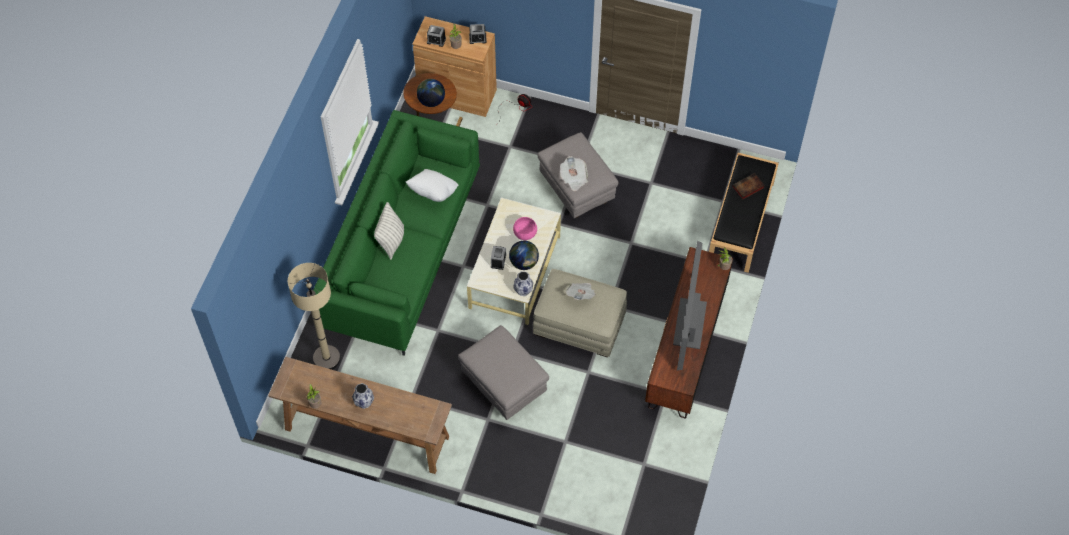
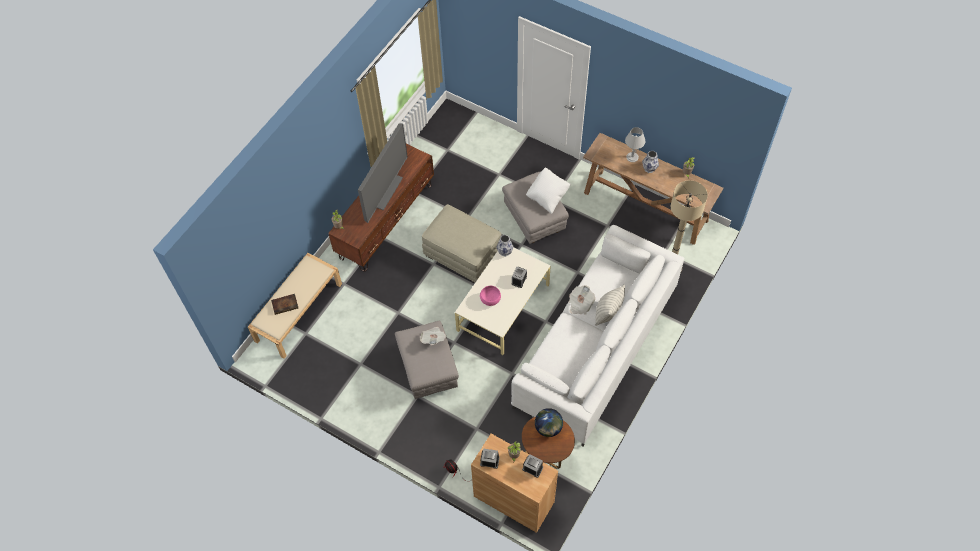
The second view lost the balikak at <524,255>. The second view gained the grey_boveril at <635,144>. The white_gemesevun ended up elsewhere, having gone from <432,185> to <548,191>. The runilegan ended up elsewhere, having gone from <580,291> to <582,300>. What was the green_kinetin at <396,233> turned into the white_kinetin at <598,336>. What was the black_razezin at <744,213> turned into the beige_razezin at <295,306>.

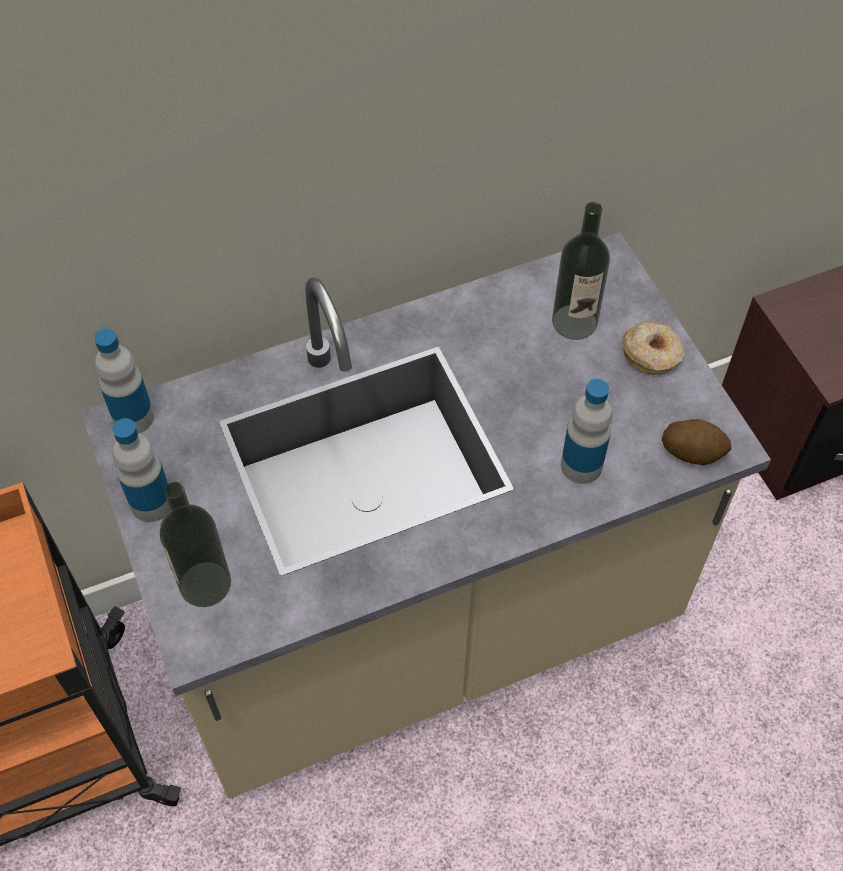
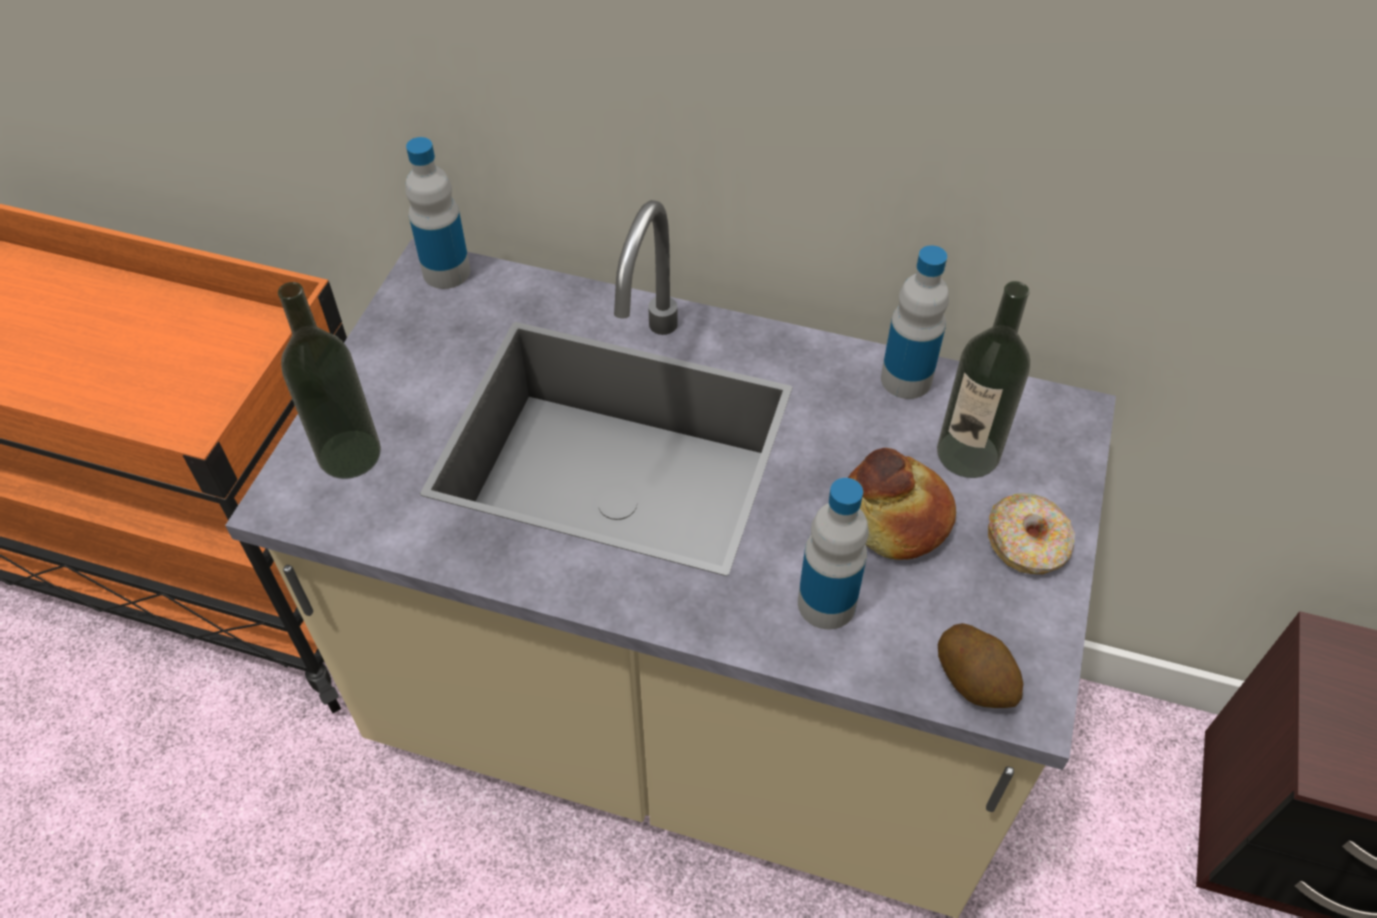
The second view gained the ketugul at <902,504>. The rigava ended up elsewhere, having gone from <141,470> to <915,322>.

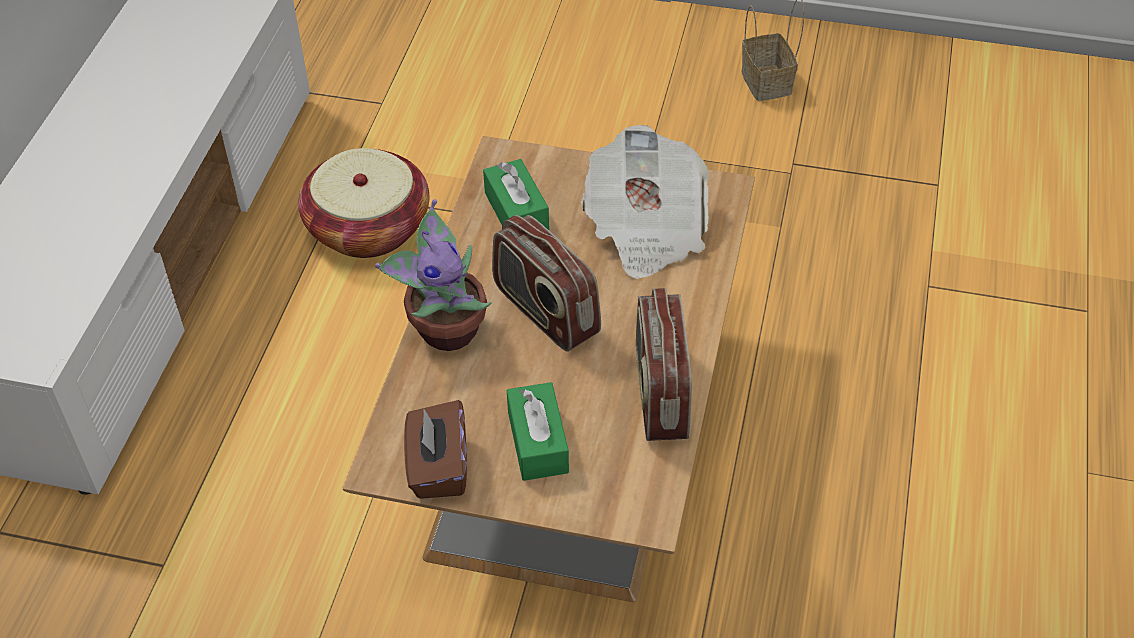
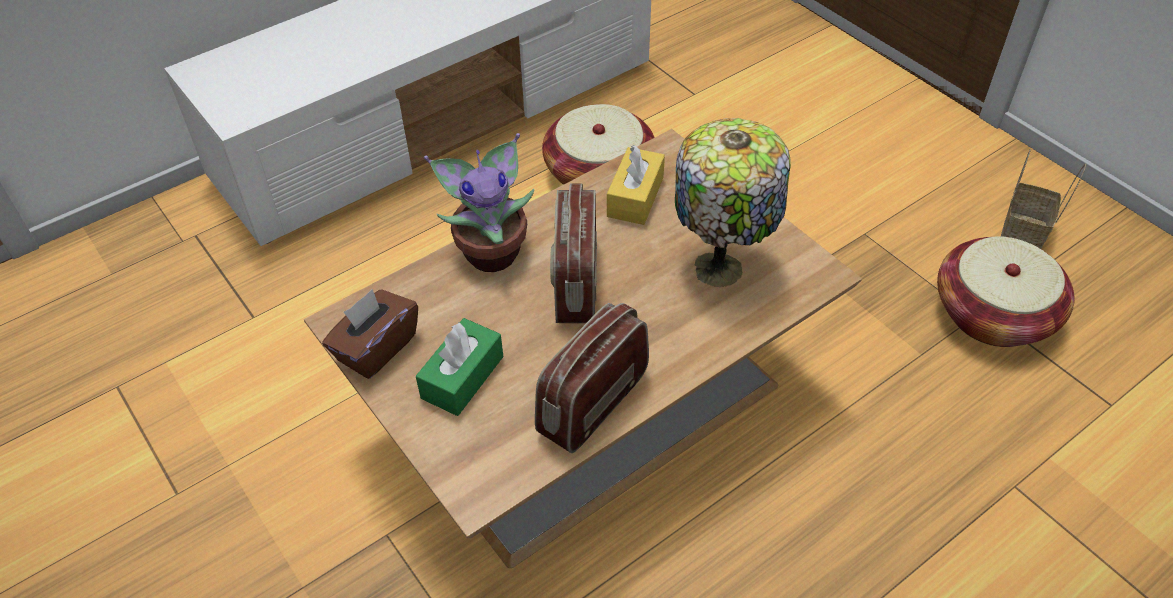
The second view gained the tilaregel at <1006,291>. Where the runilegan stood at <645,202>, the boveril came to stand at <733,202>. What was the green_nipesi at <516,194> turned into the yellow_nipesi at <636,185>.

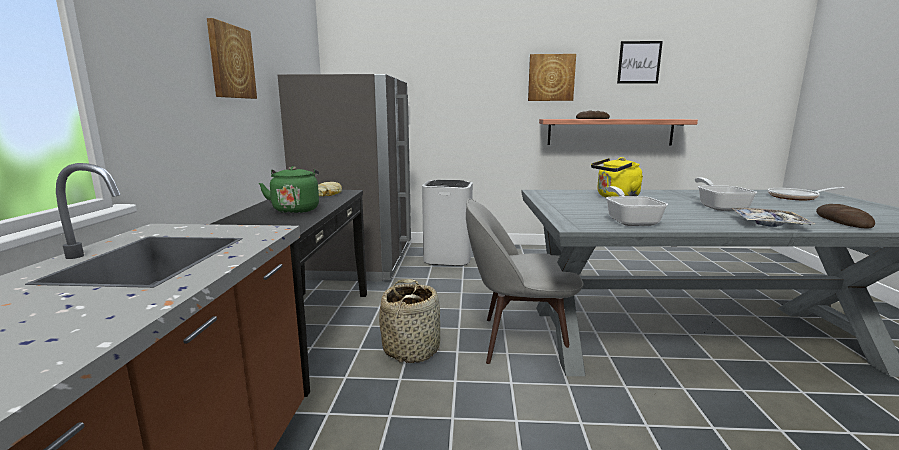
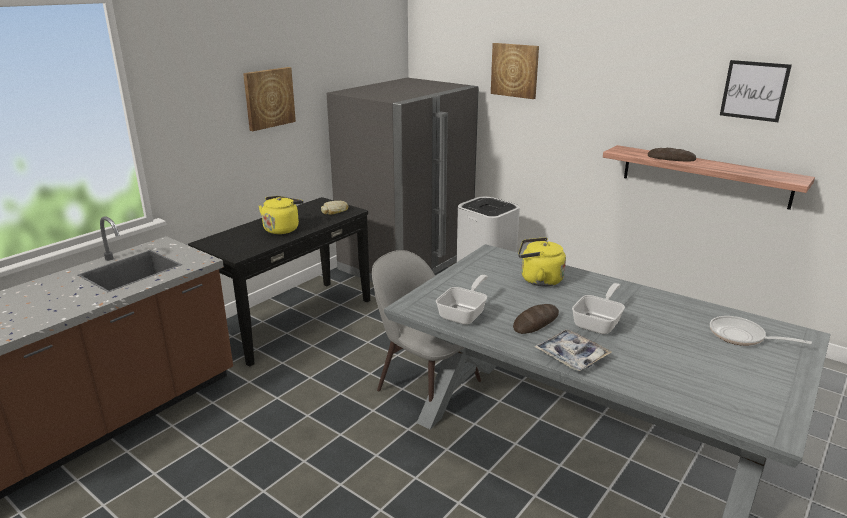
The second view lost the tilaregel at <409,321>. The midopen ended up elsewhere, having gone from <552,77> to <515,71>. The ketugul ended up elsewhere, having gone from <845,216> to <536,319>. What was the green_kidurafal at <289,189> turned into the yellow_kidurafal at <281,215>.

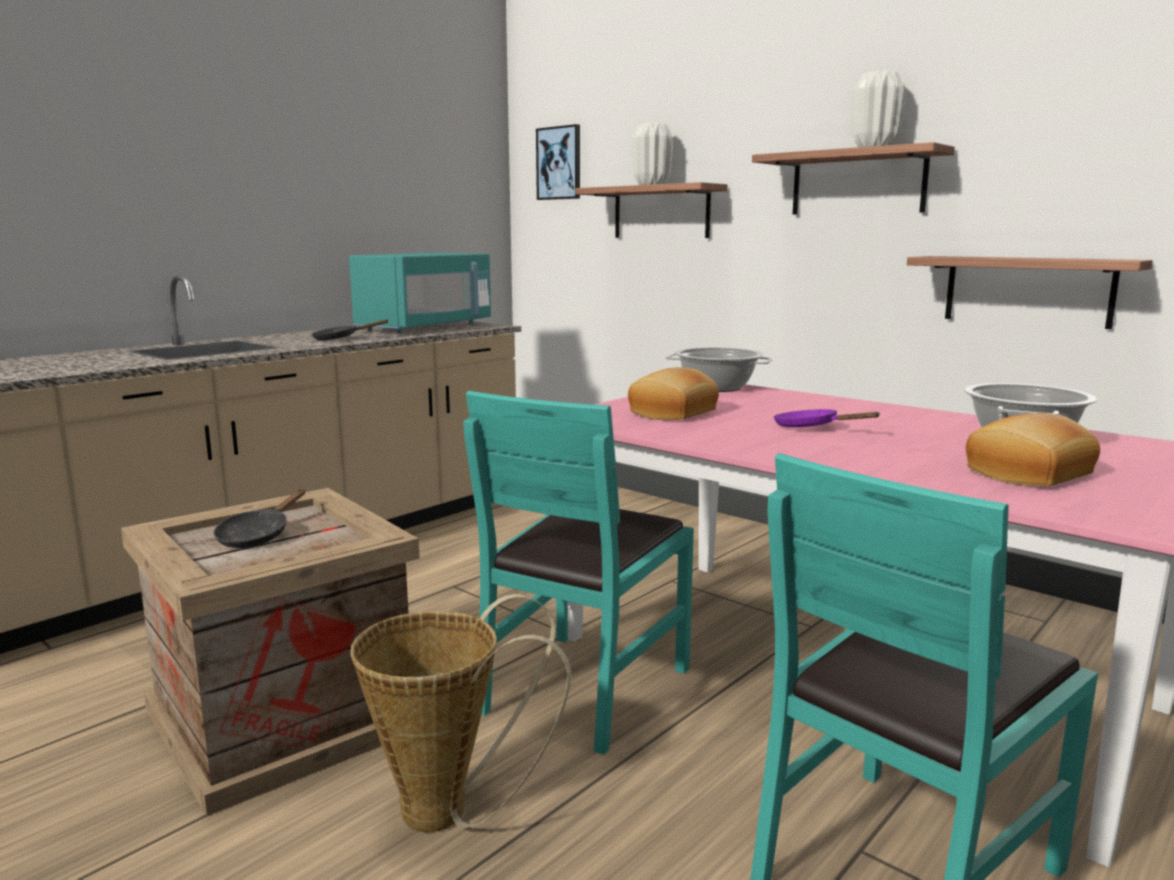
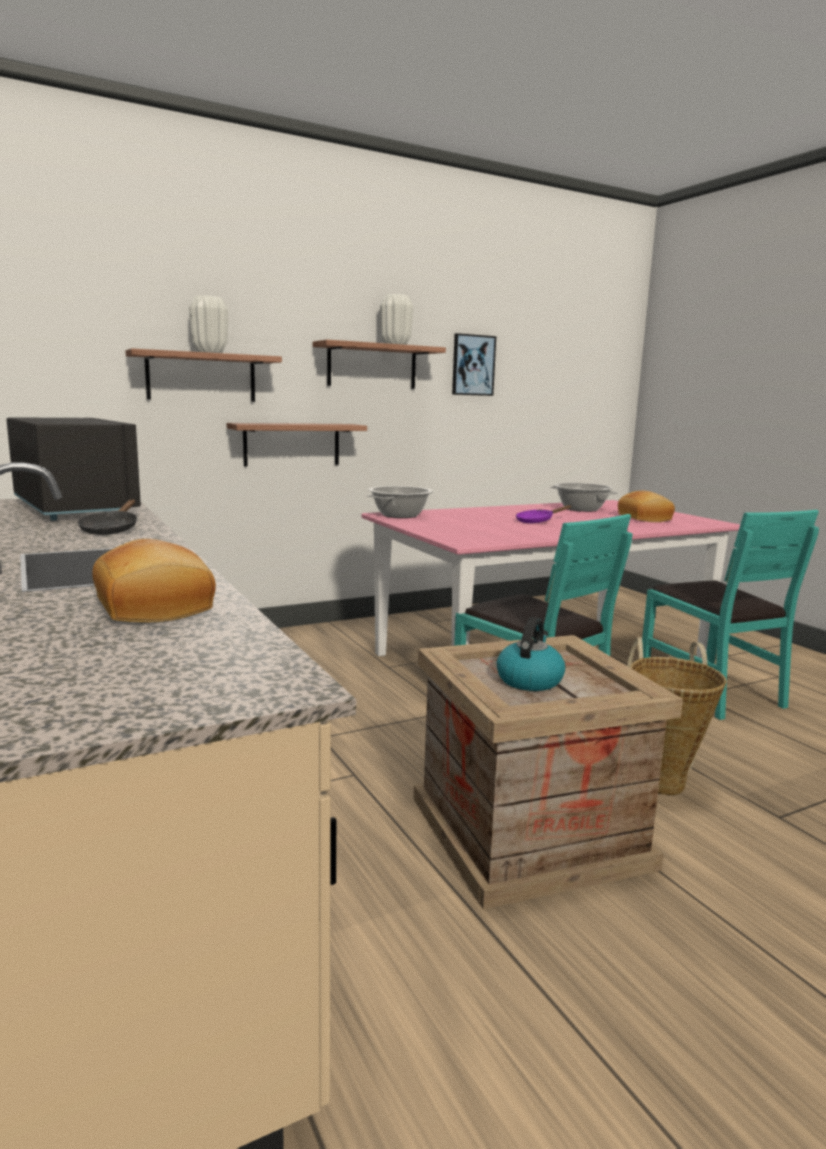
The midopen ended up elsewhere, having gone from <558,162> to <474,364>. The ketugul ended up elsewhere, having gone from <673,393> to <154,580>. The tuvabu ended up elsewhere, having gone from <1030,292> to <297,444>. Where the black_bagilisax stood at <259,518>, the kidurafal came to stand at <530,654>. What was the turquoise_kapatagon at <420,293> turned into the black_kapatagon at <73,469>.

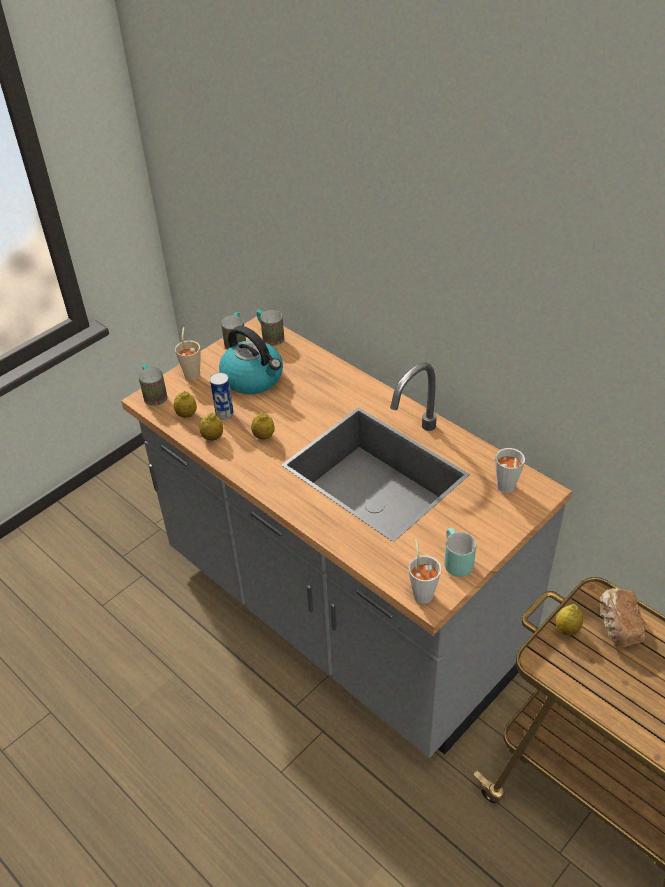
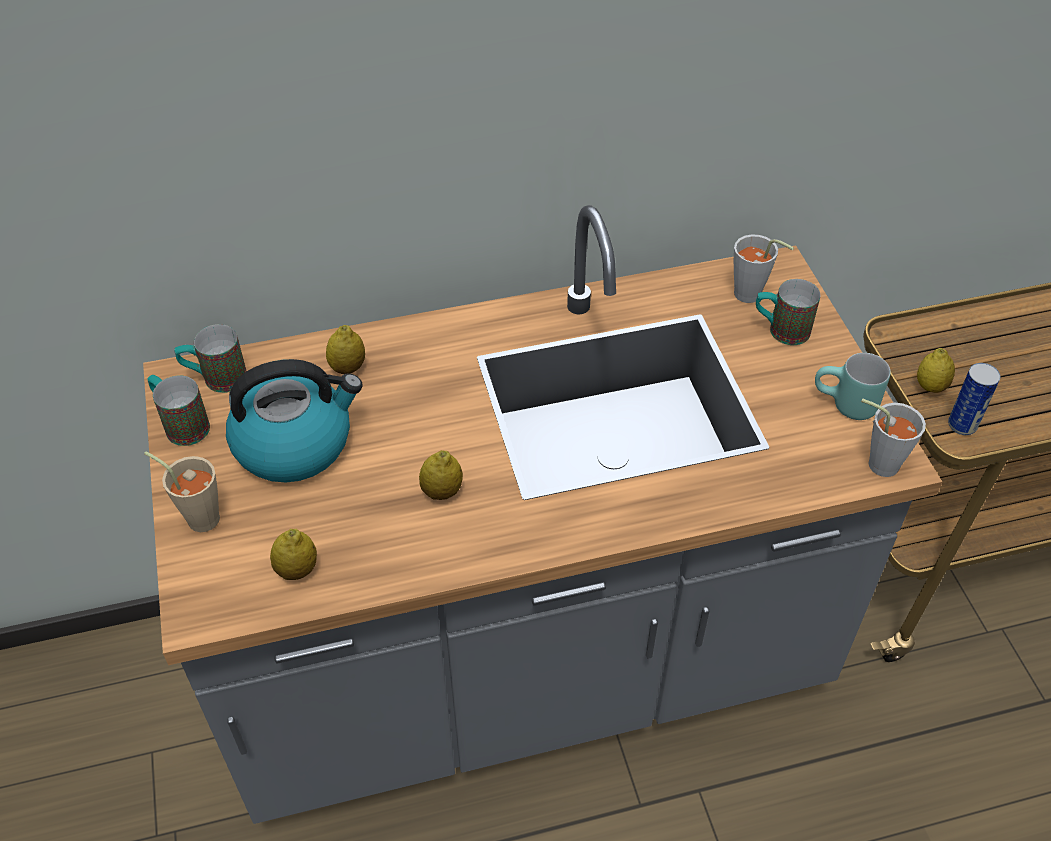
The second view lost the ketugul at <623,617>. The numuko ended up elsewhere, having gone from <153,385> to <788,312>. The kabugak ended up elsewhere, having gone from <211,427> to <345,349>. The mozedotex ended up elsewhere, having gone from <222,396> to <974,399>.

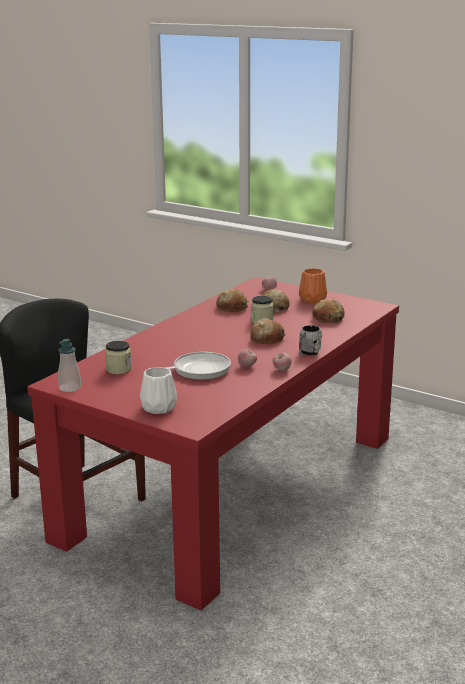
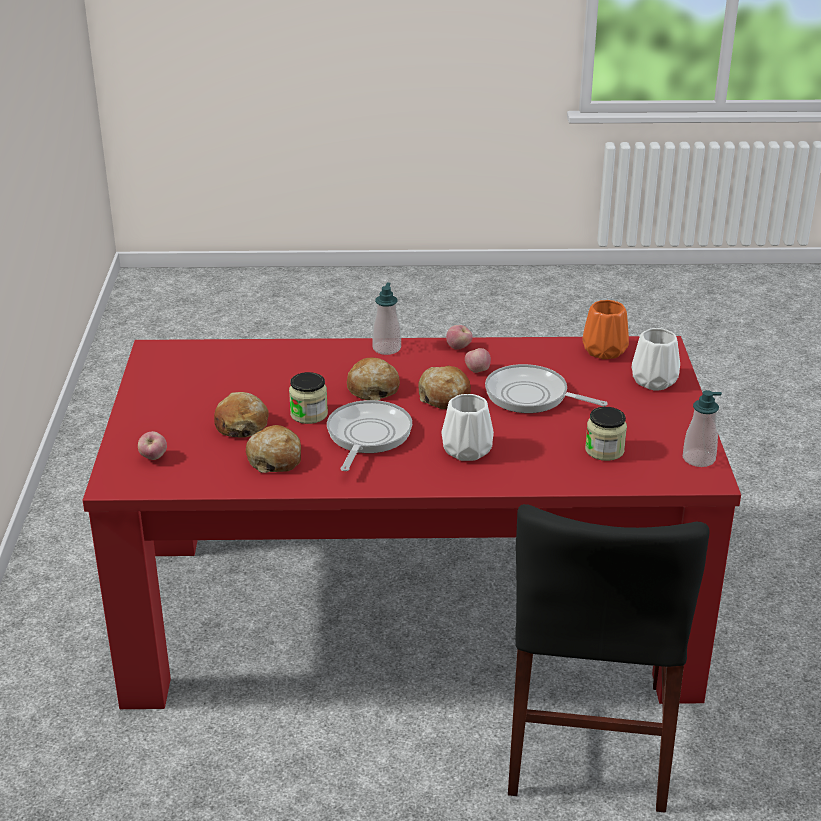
The second view gained the bagilisax at <369,435>. The second view gained the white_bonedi at <467,427>. The orange_bonedi ended up elsewhere, having gone from <313,285> to <605,329>. The ketugul ended up elsewhere, having gone from <329,311> to <444,387>. Where the grey_numuko stood at <310,341>, the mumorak came to stand at <386,319>.

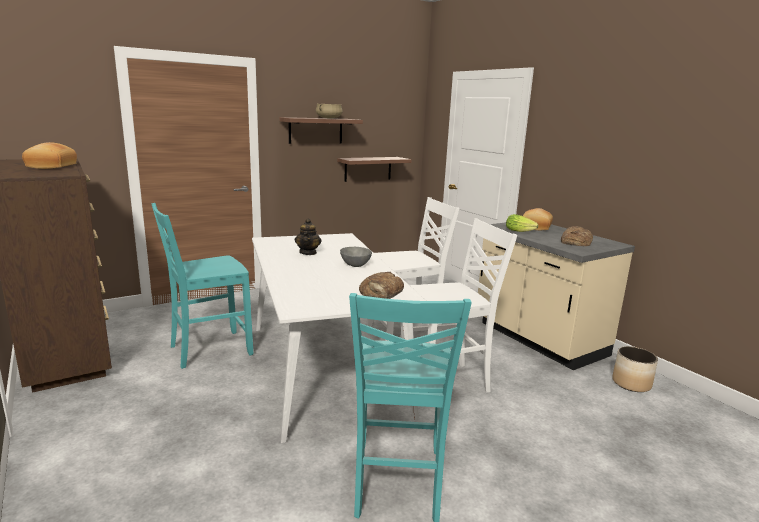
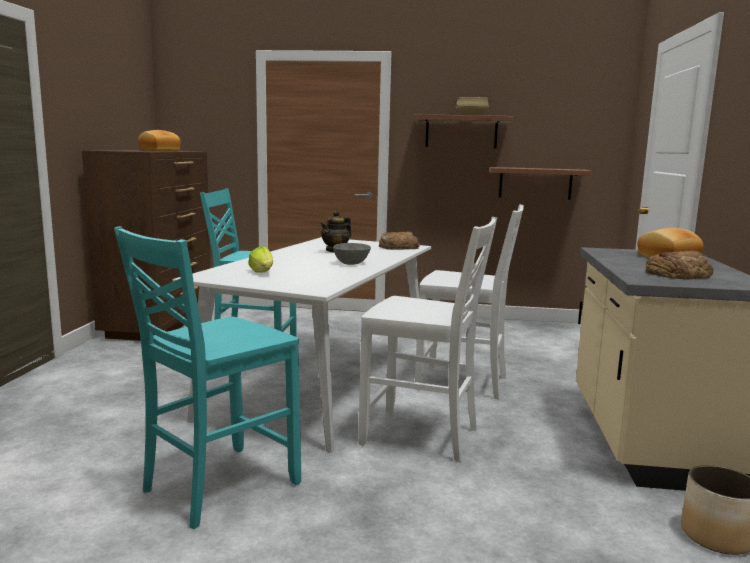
The ketugul ended up elsewhere, having gone from <381,285> to <399,241>. The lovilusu ended up elsewhere, having gone from <522,223> to <260,259>.

